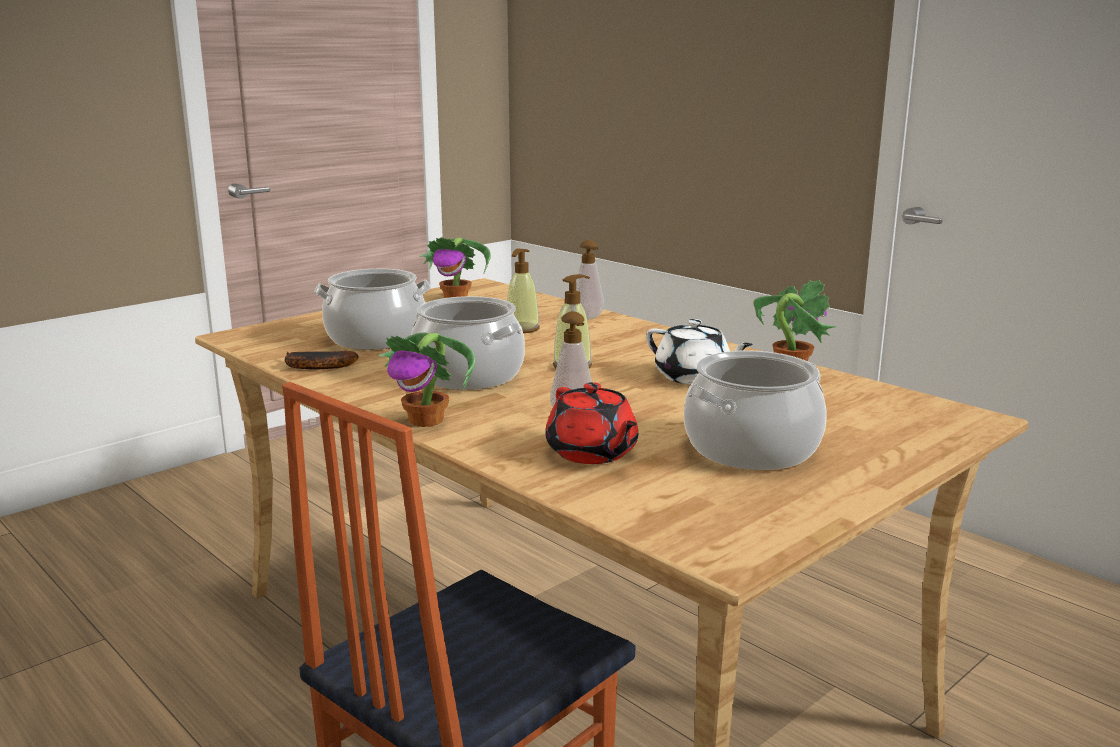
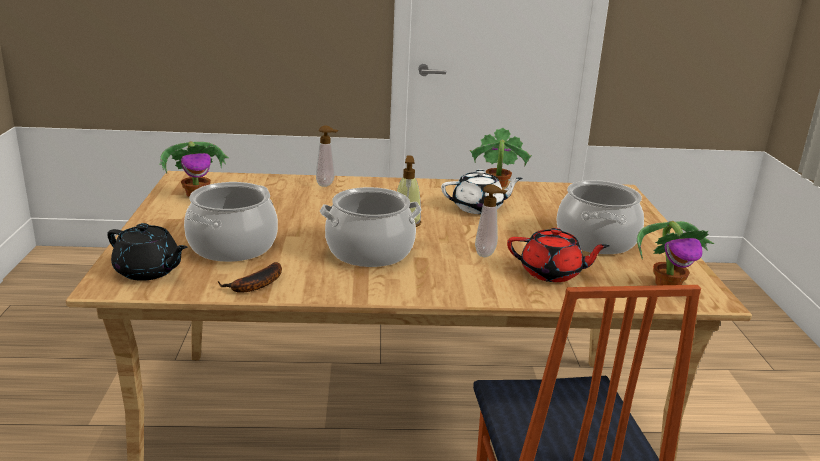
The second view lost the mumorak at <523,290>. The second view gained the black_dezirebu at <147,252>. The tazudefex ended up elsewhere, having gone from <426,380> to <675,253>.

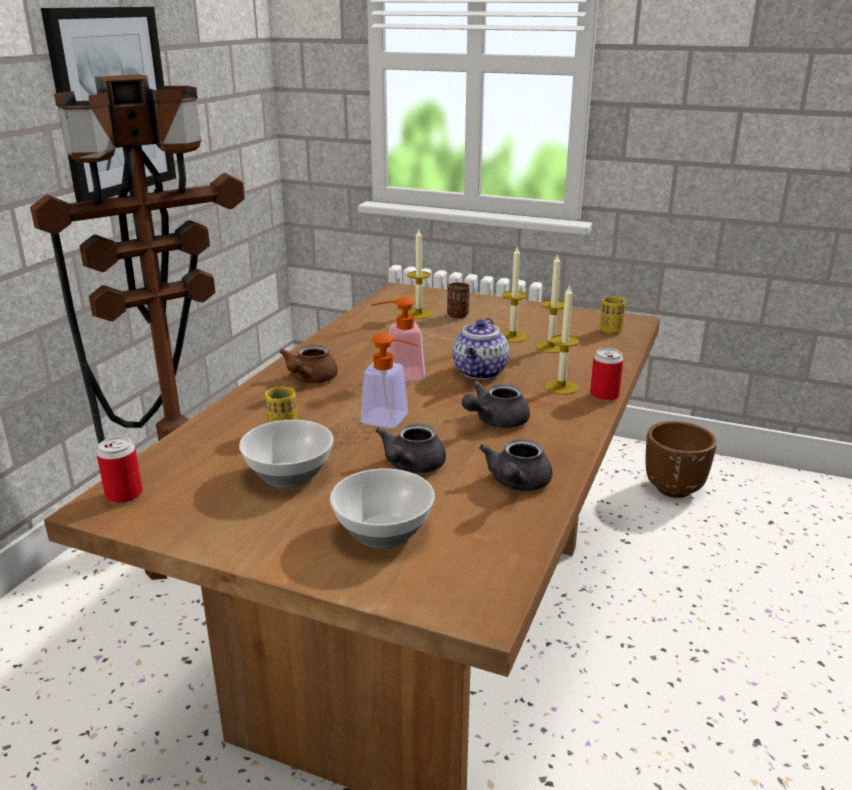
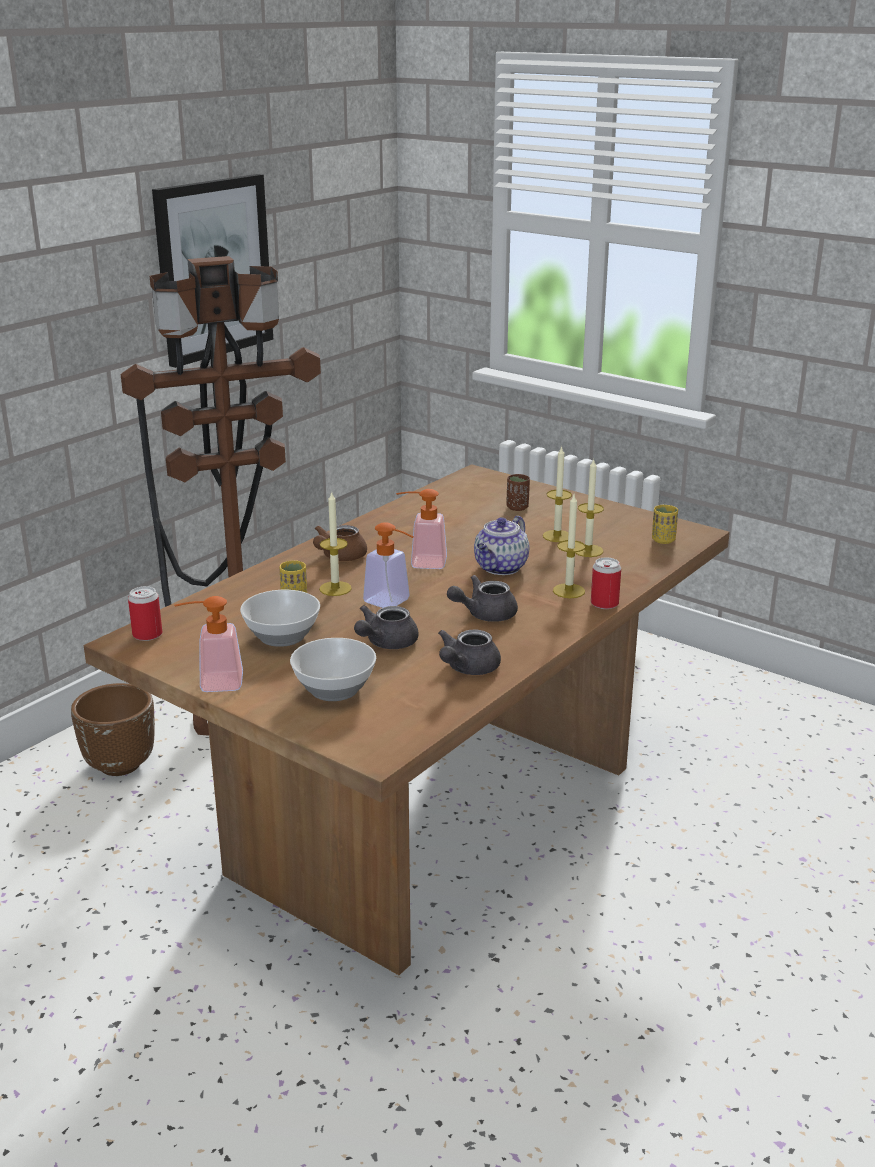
The second view gained the mumorak at <208,644>. The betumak ended up elsewhere, having gone from <419,274> to <335,543>. The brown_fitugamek ended up elsewhere, having gone from <681,459> to <113,729>.

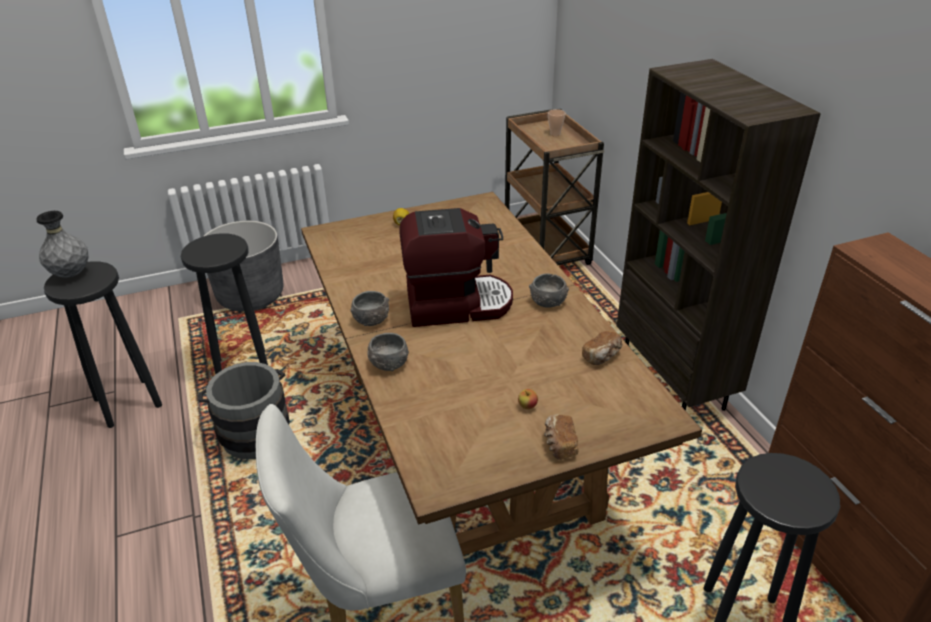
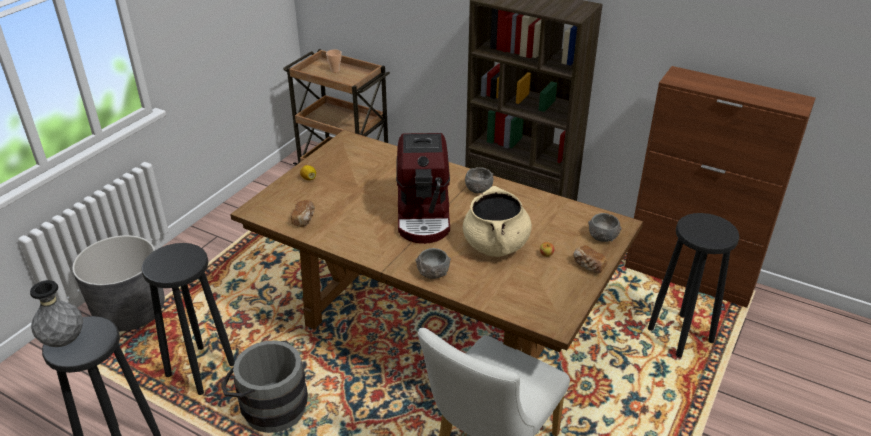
The second view gained the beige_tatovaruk at <497,221>. The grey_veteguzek ended up elsewhere, having gone from <369,308> to <605,227>. The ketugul ended up elsewhere, having gone from <602,348> to <303,213>. The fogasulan at <456,267> ended up facing another way, 135 degrees clockwise from before.

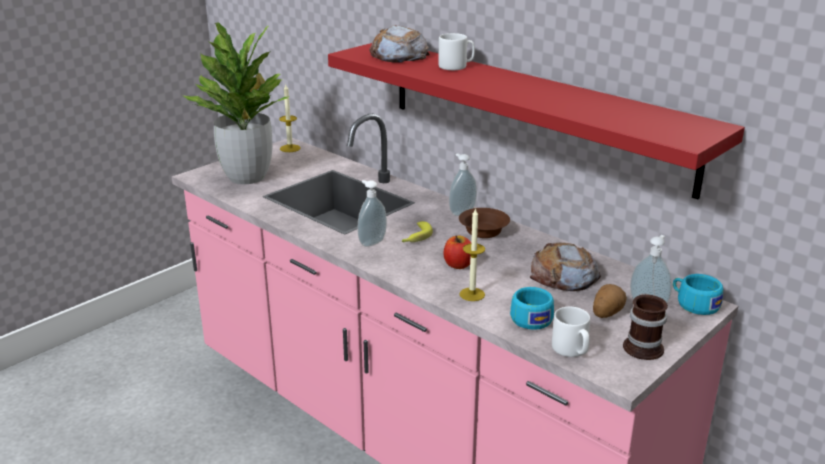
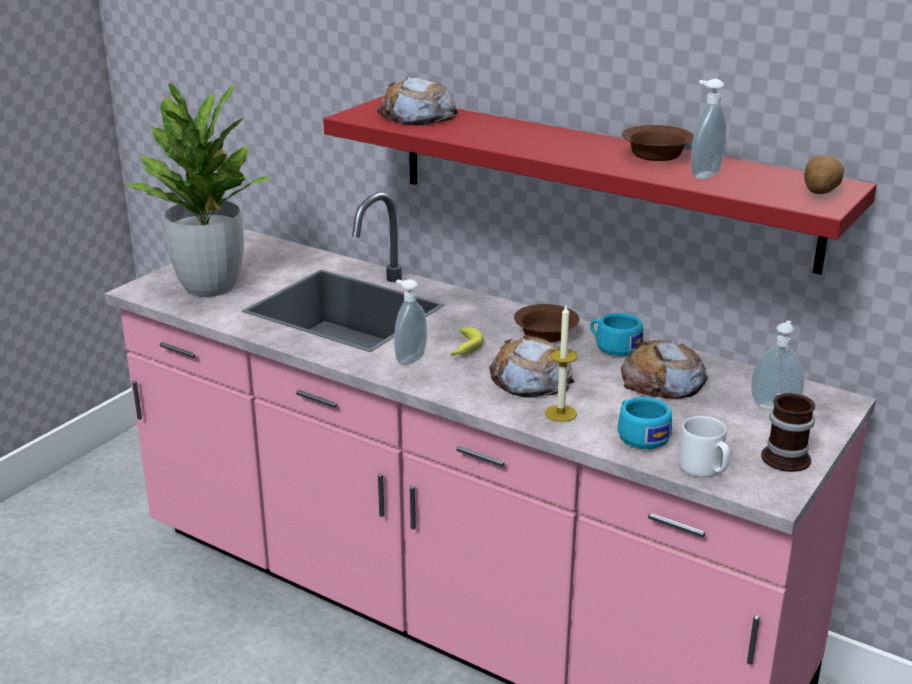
The second view lost the betumak at <290,118>. The second view lost the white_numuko at <456,51>. The second view gained the brown_veteguzek at <658,143>. The mumorak ended up elsewhere, having gone from <463,184> to <709,129>. The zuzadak ended up elsewhere, having gone from <610,301> to <824,174>. The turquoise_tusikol ended up elsewhere, having gone from <698,294> to <616,334>. Where the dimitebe stood at <457,252>, the ketugul came to stand at <531,366>.

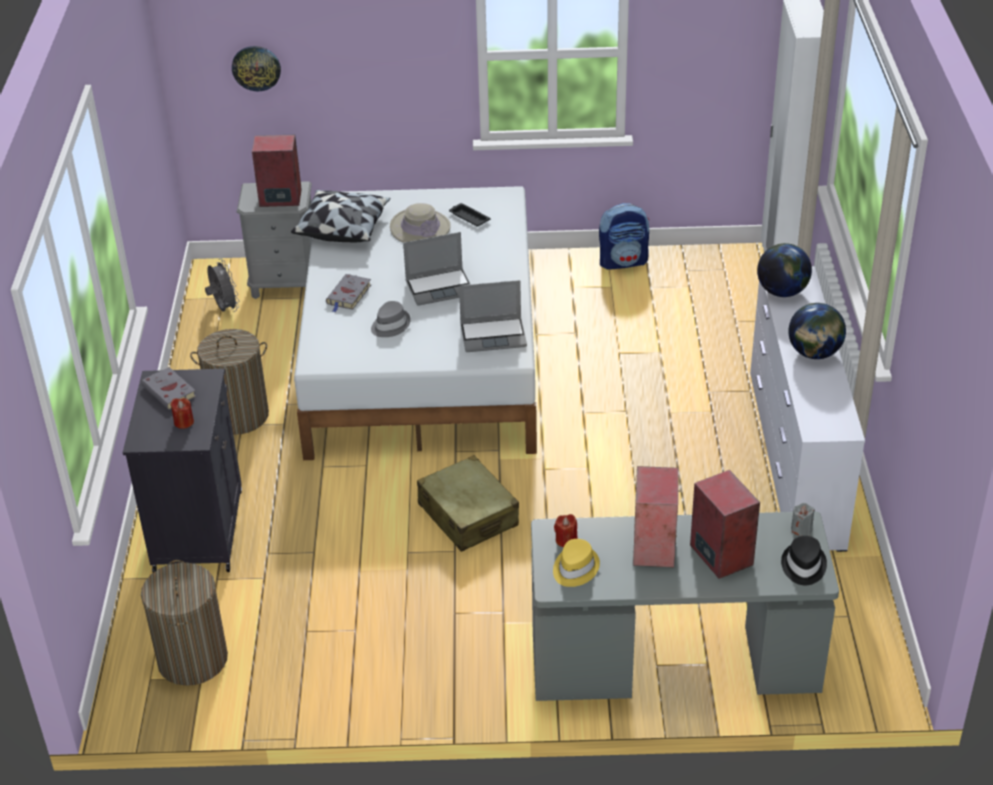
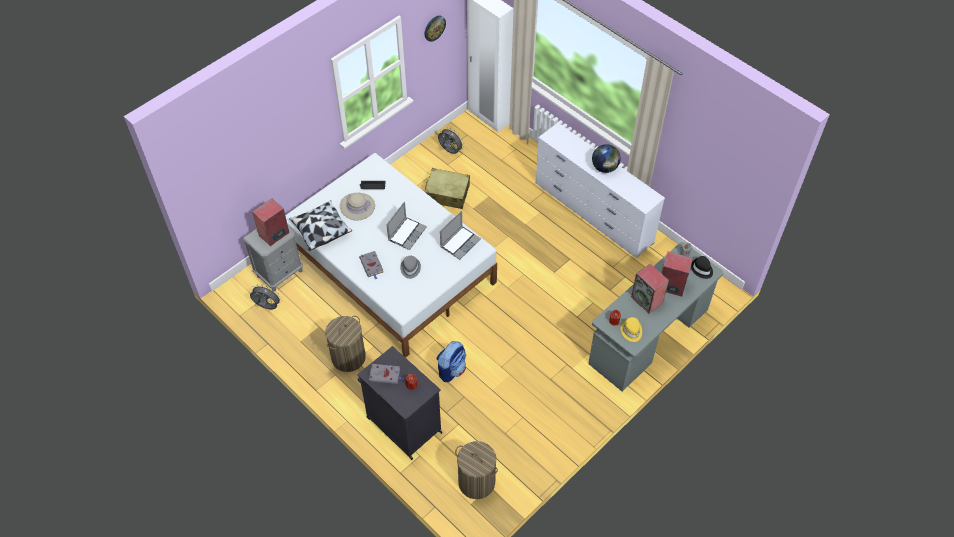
The second view lost the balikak at <784,270>. The second view gained the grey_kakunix at <451,140>. The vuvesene ended up elsewhere, having gone from <256,68> to <435,29>. The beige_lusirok ended up elsewhere, having gone from <468,503> to <447,188>. The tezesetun ended up elsewhere, having gone from <624,236> to <451,361>.

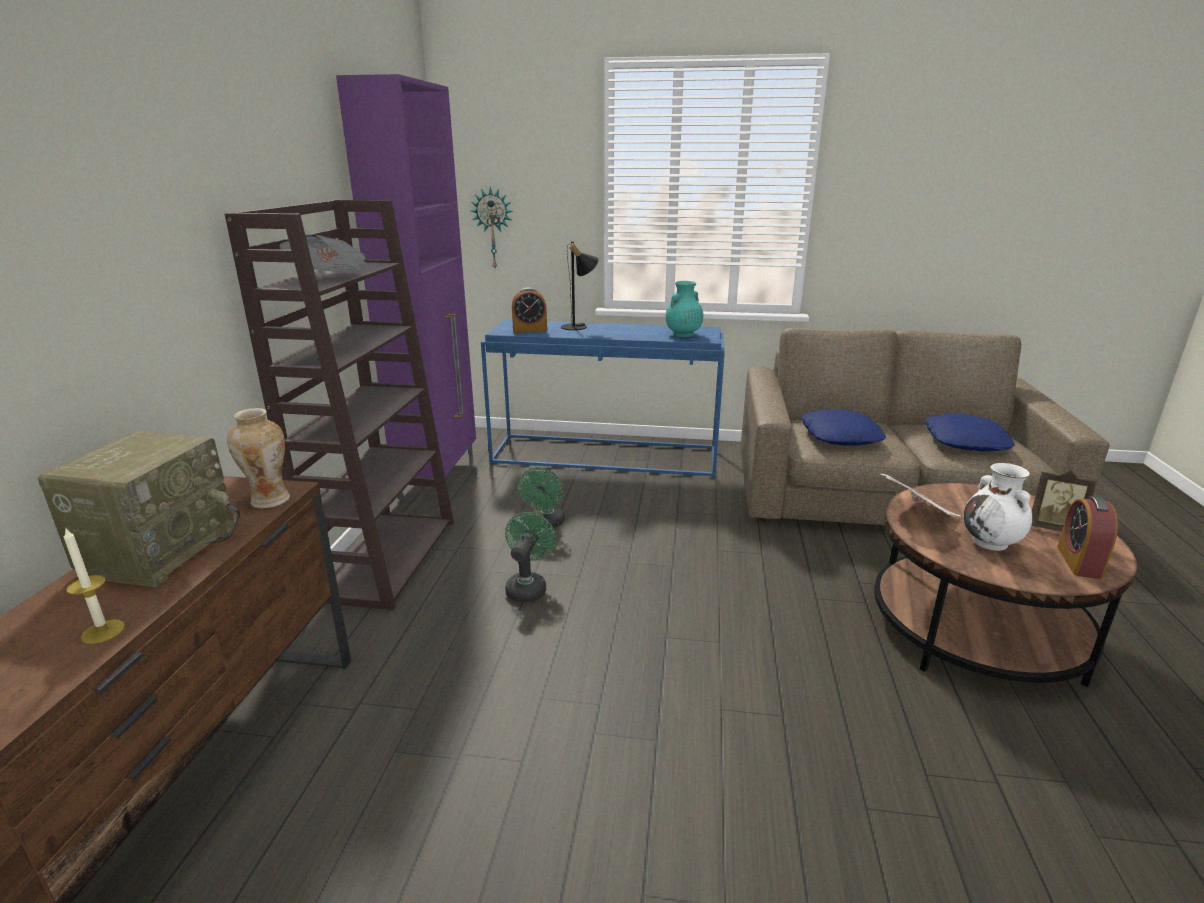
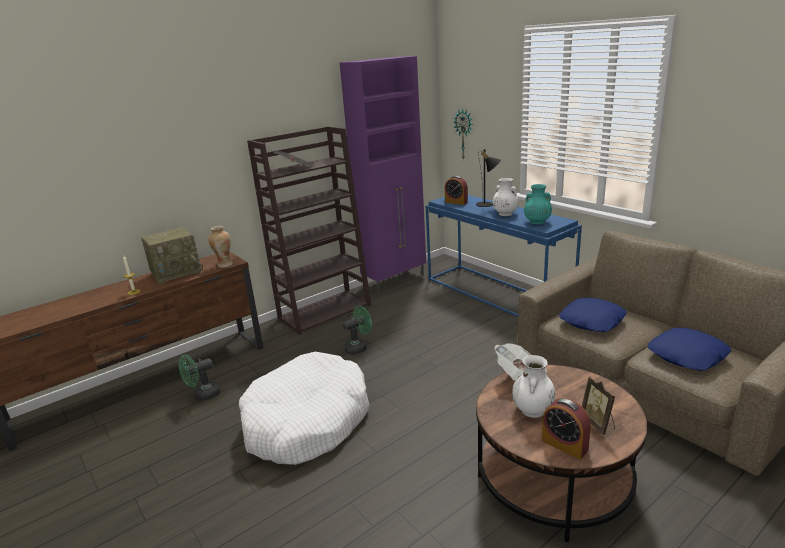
The second view gained the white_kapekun at <304,408>. The second view gained the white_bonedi at <506,197>. The green_kakunix ended up elsewhere, having gone from <542,497> to <199,377>. The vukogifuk at <1087,537> ended up facing another way, 105 degrees counterclockwise from before.

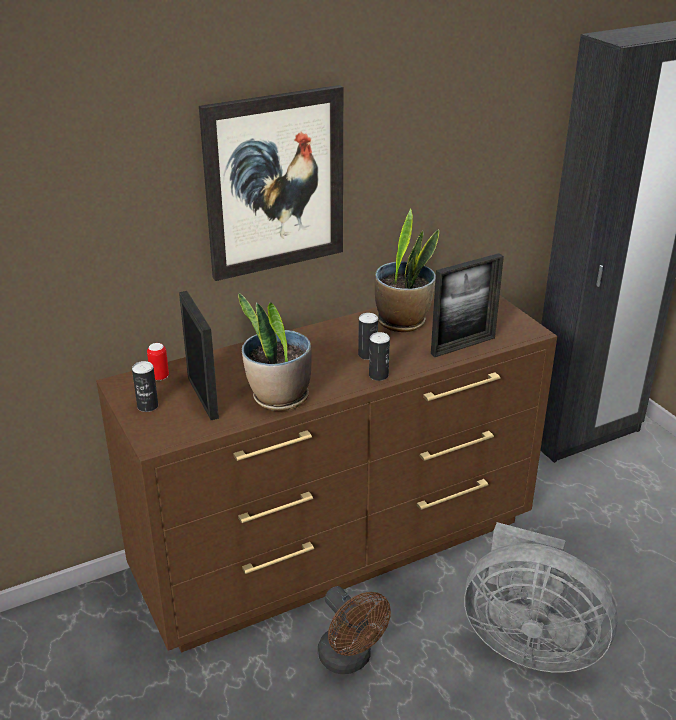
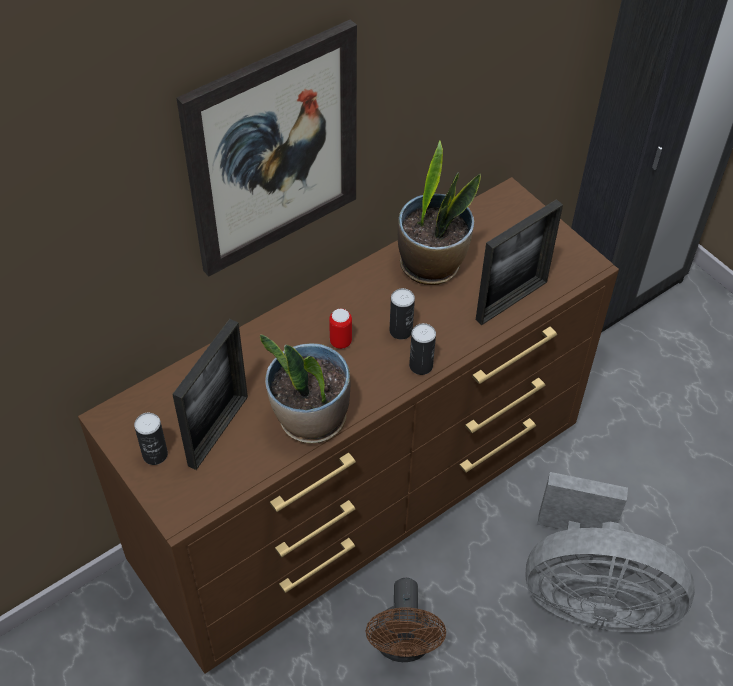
The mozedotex ended up elsewhere, having gone from <158,362> to <340,328>. The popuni at <199,355> ended up facing another way, 60 degrees clockwise from before. The brown_kakunix at <354,630> ended up facing another way, 45 degrees clockwise from before.

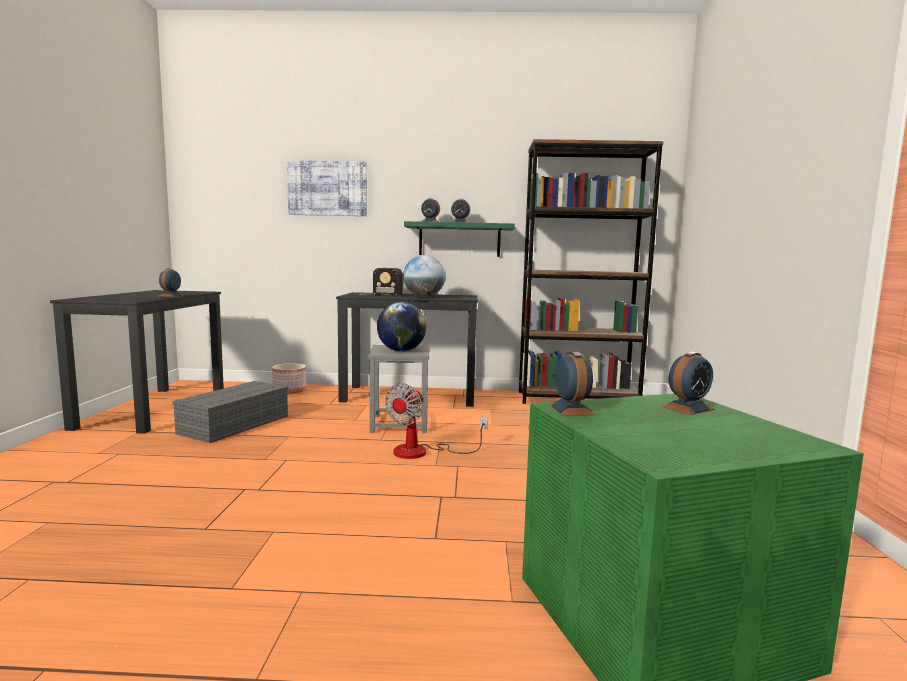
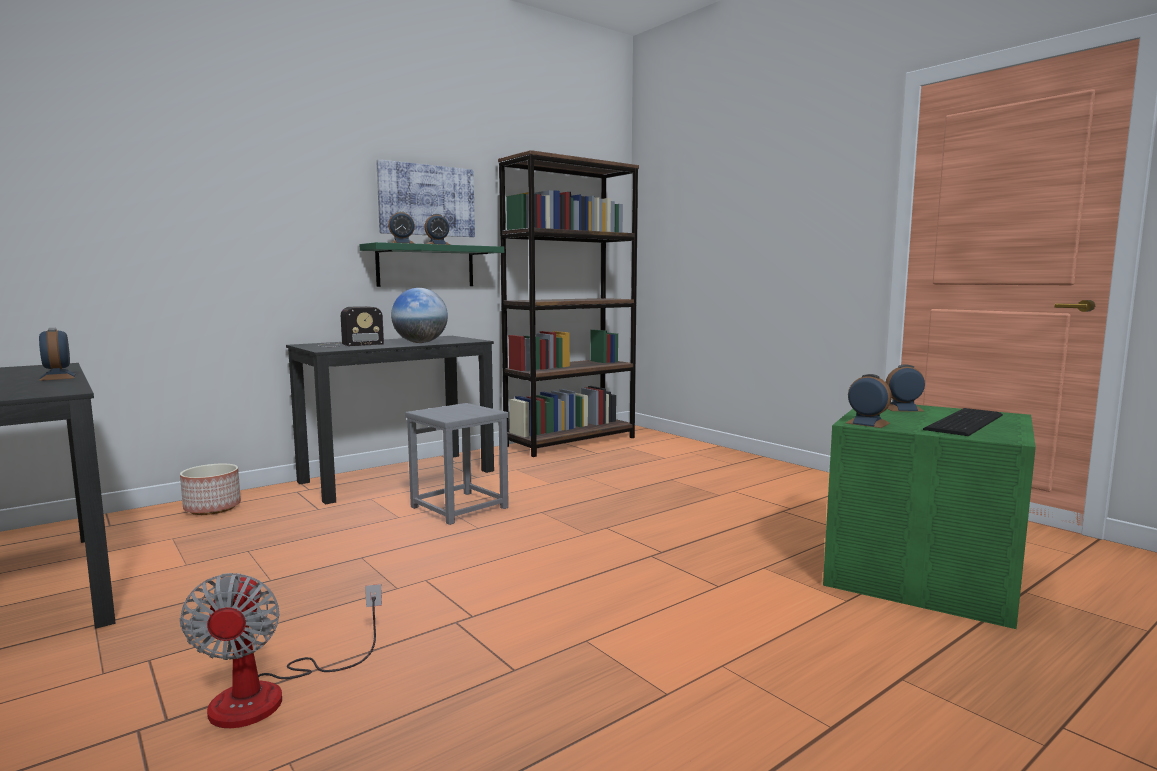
The second view lost the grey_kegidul at <230,412>. The second view lost the balikak at <401,327>. The second view gained the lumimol at <963,422>. The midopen ended up elsewhere, having gone from <327,188> to <425,198>. The kakunix ended up elsewhere, having gone from <436,421> to <281,650>. The vukogifuk at <688,383> ended up facing another way, 105 degrees counterclockwise from before.

